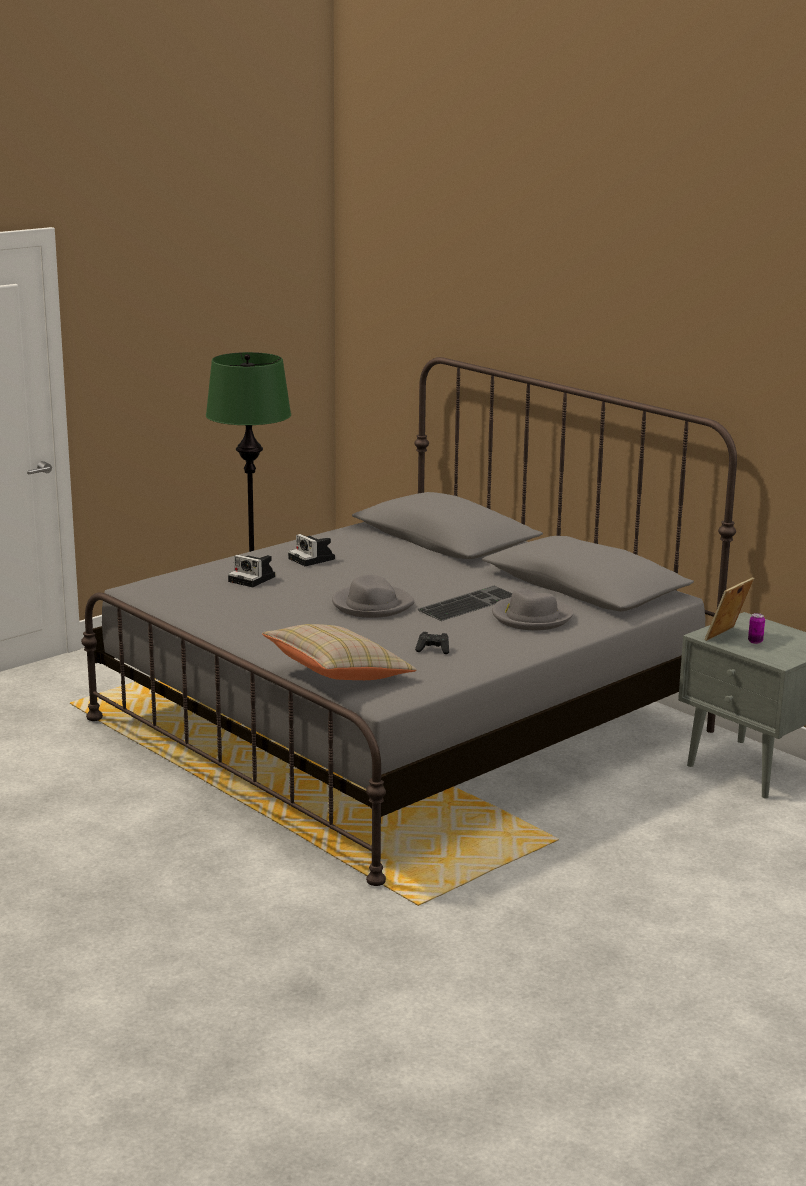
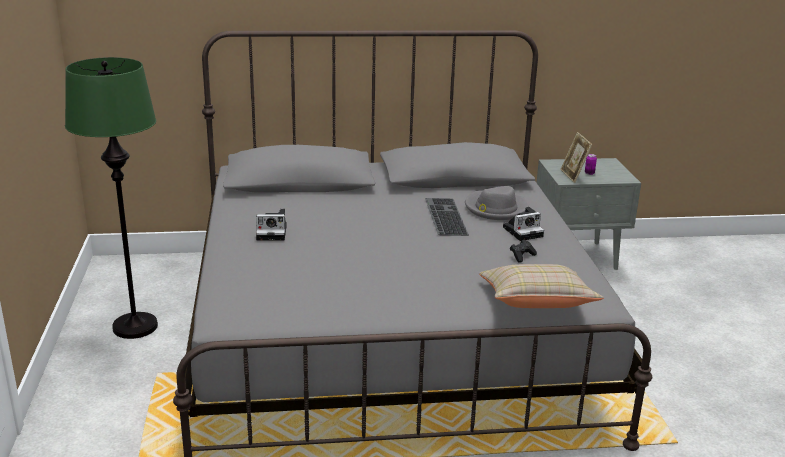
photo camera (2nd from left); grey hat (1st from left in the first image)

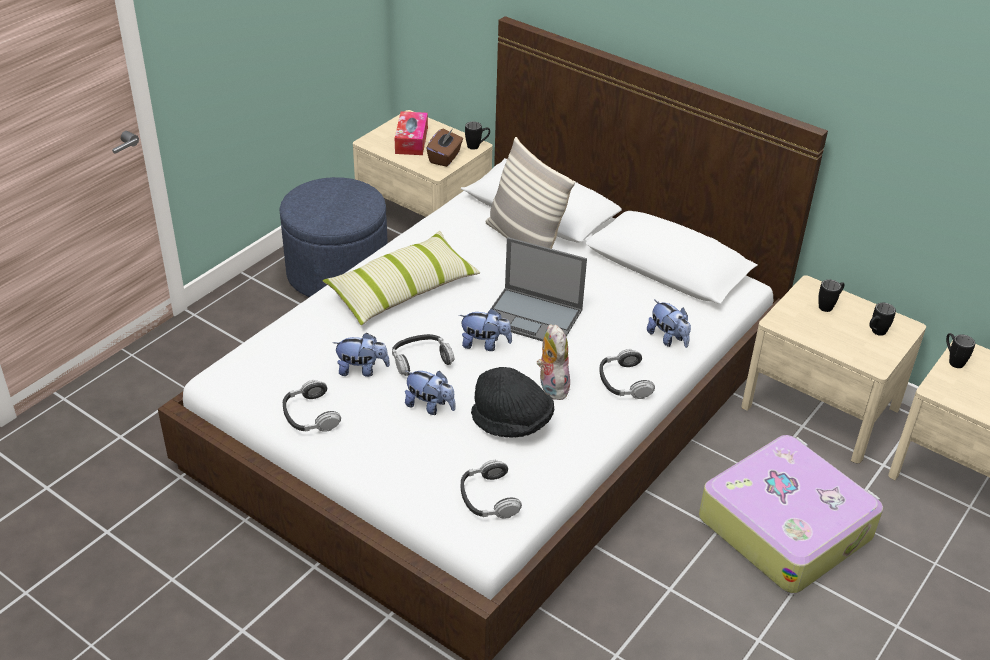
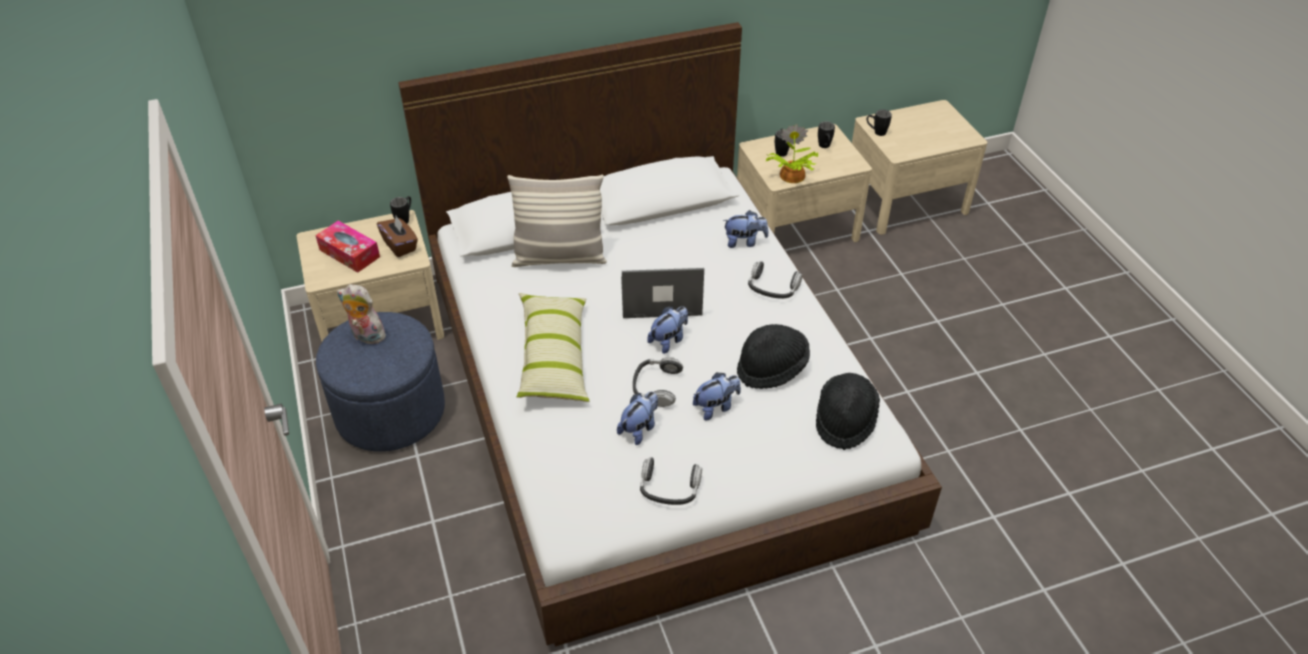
plush toy (1st from left); laptop; potted plant; black hat (2nd from left); suitcase

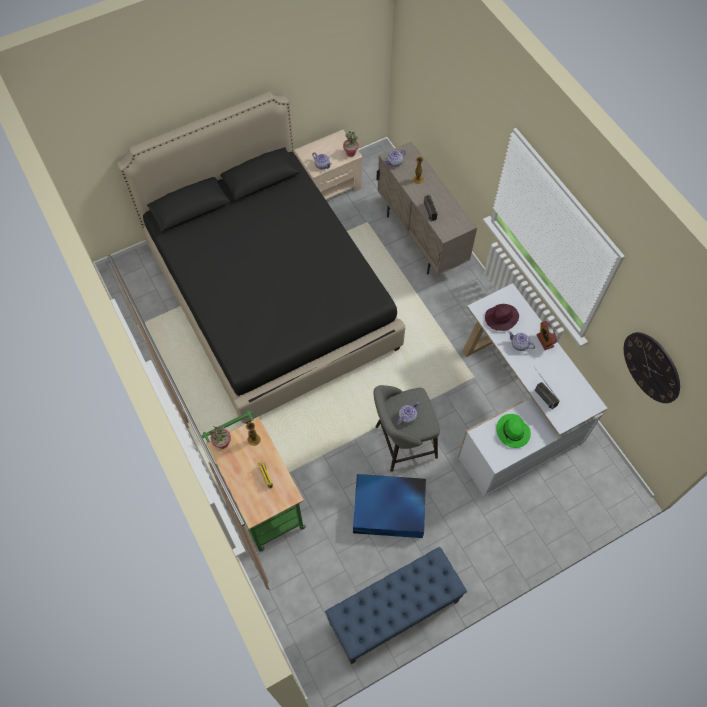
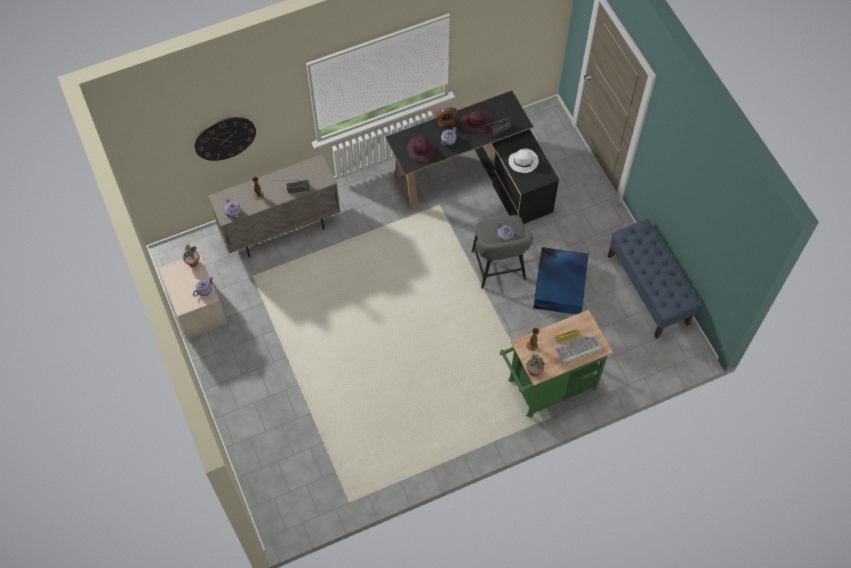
wall clock; black desk; purple hat (2nd from left); white hat; keyboard; black bed

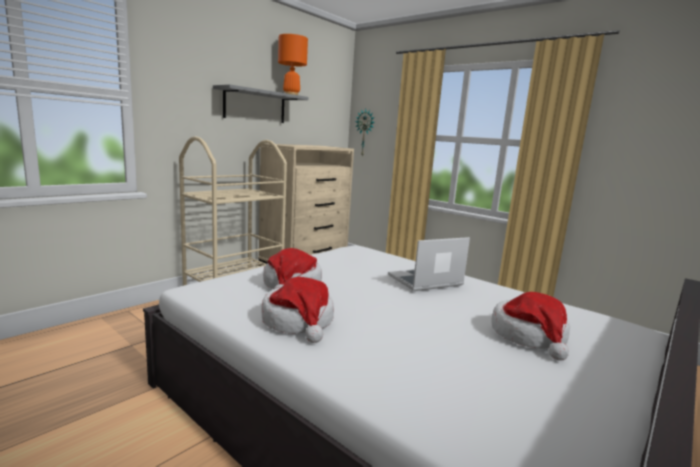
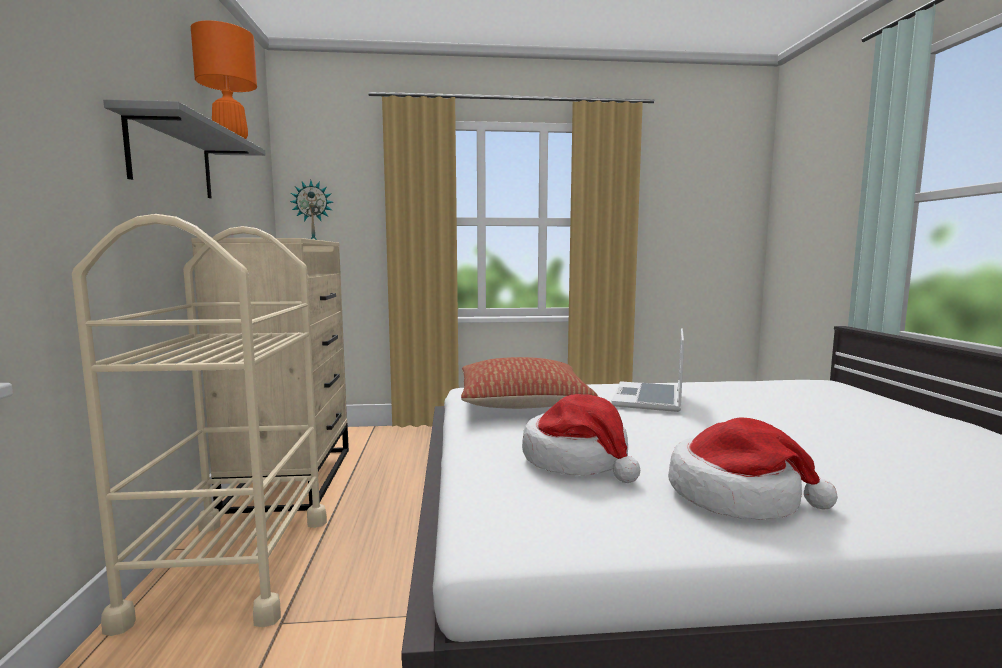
pillow; hat (3rd from left in the first image)

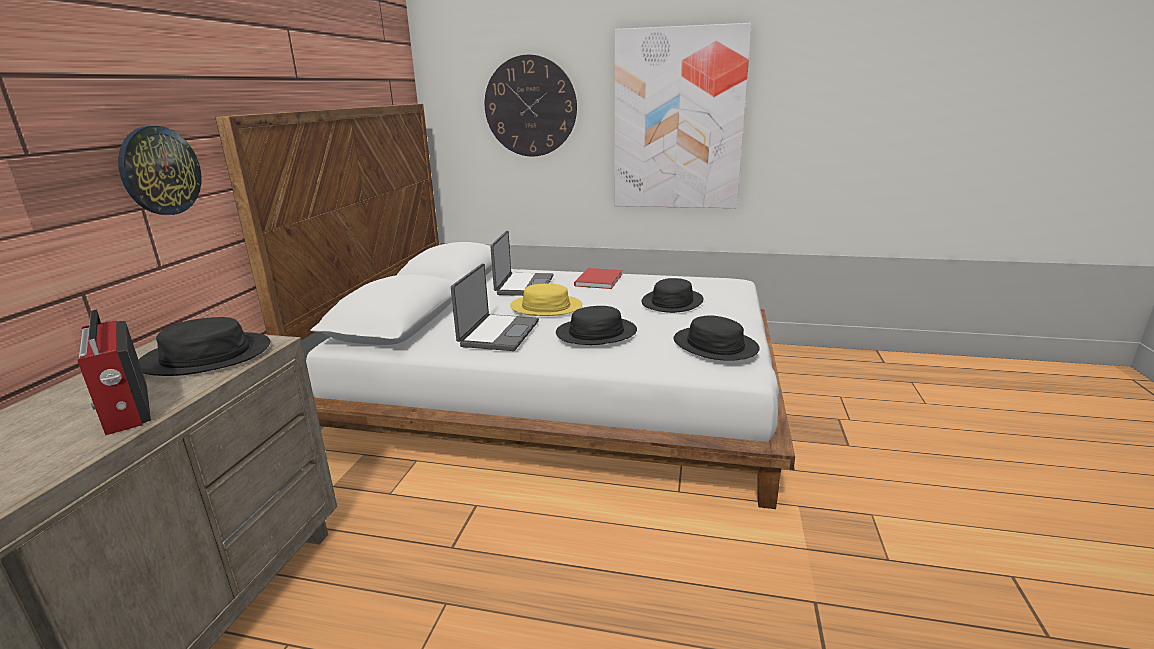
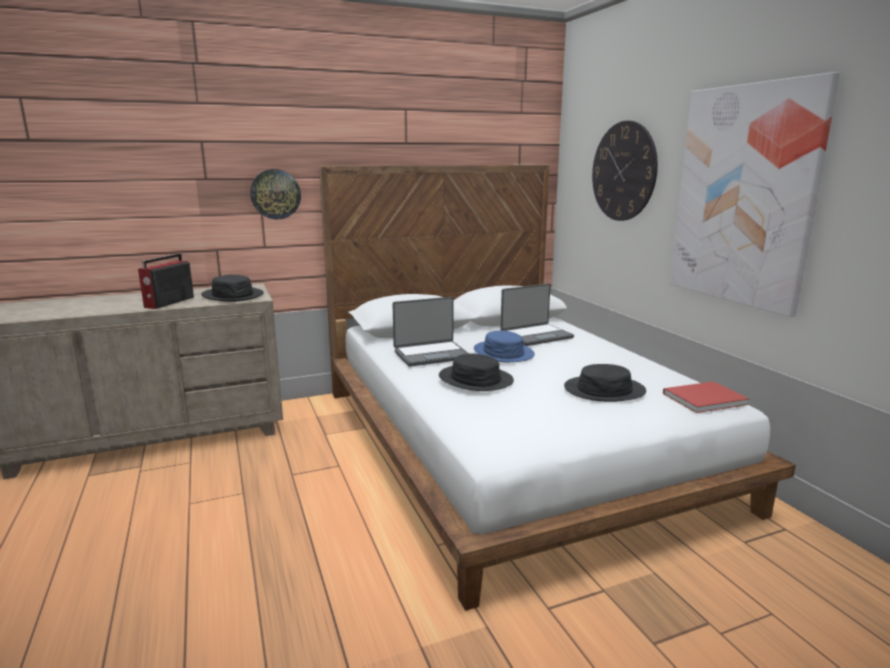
blue hat; red book; black hat (4th from left in the first image)

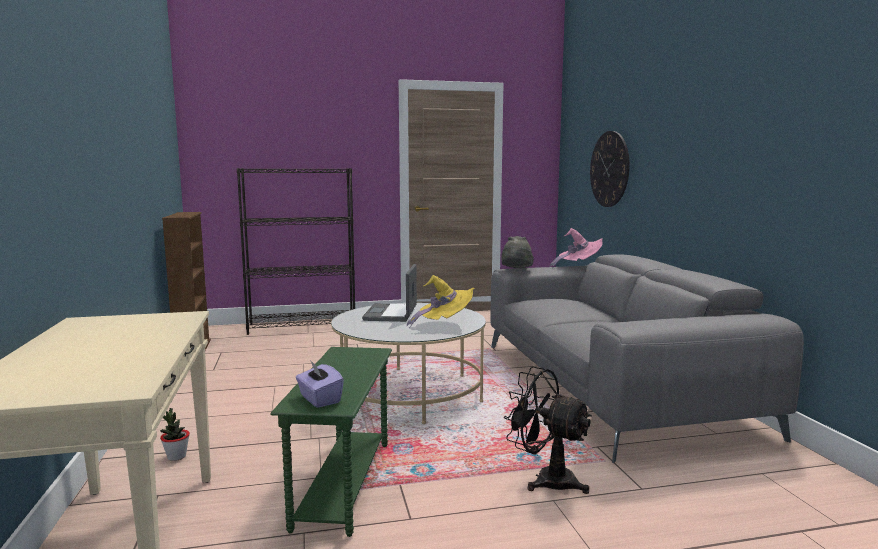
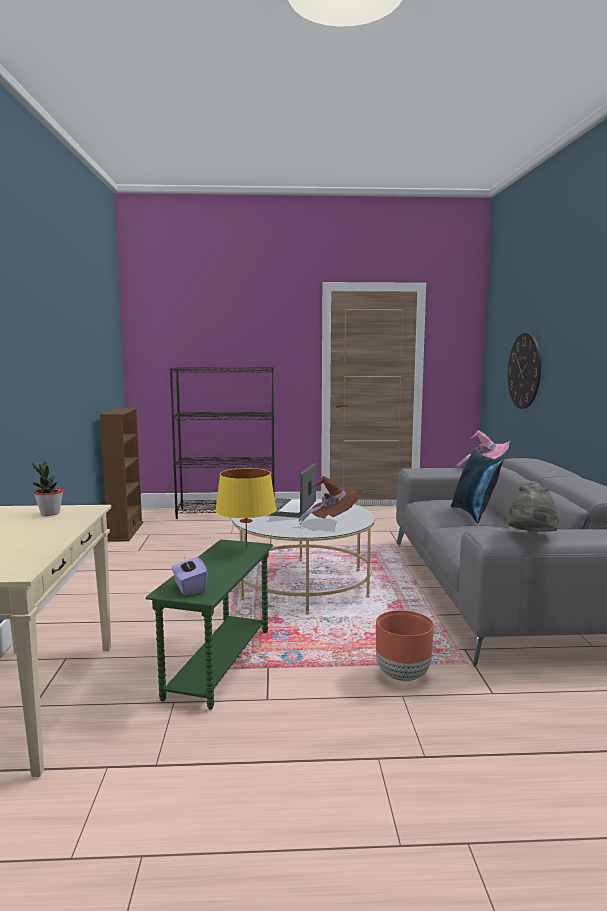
potted plant; yellow table lamp; brown hat; brown planter; blue pillow; grey hat

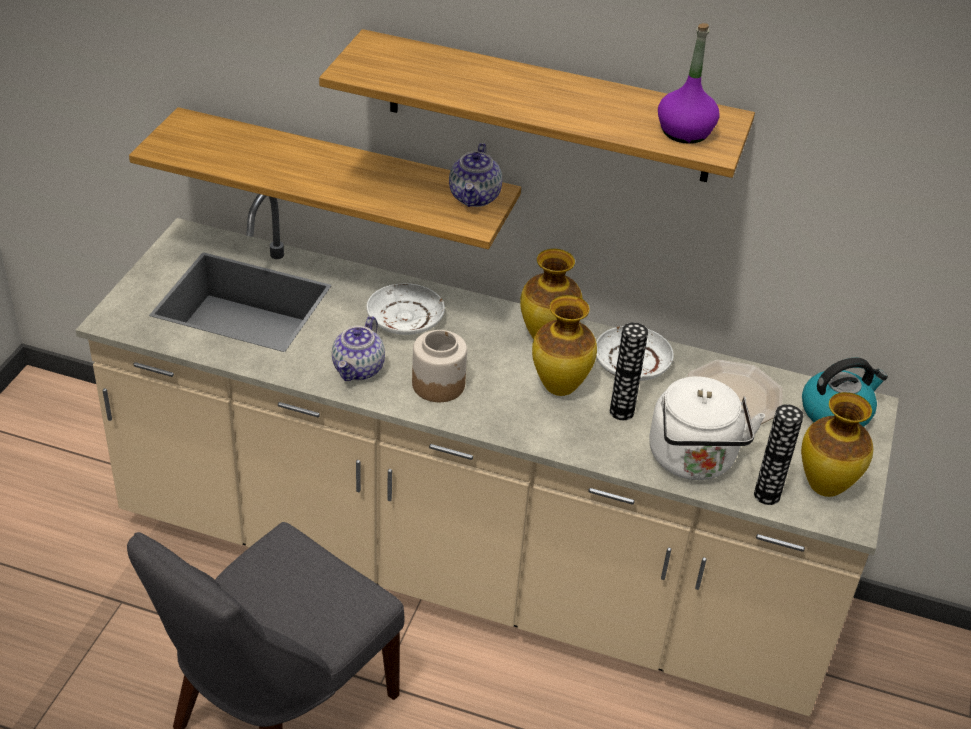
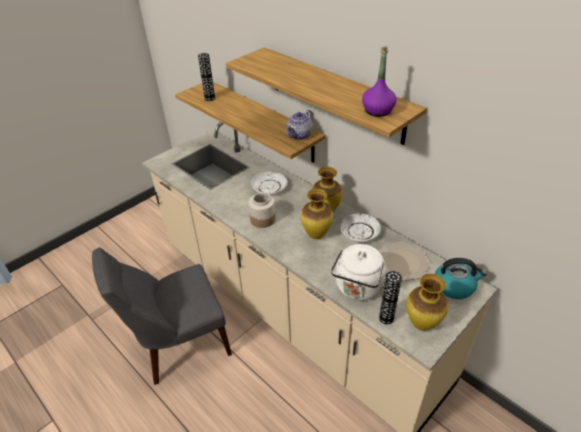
vase (1st from left); teapot (1st from left in the first image)

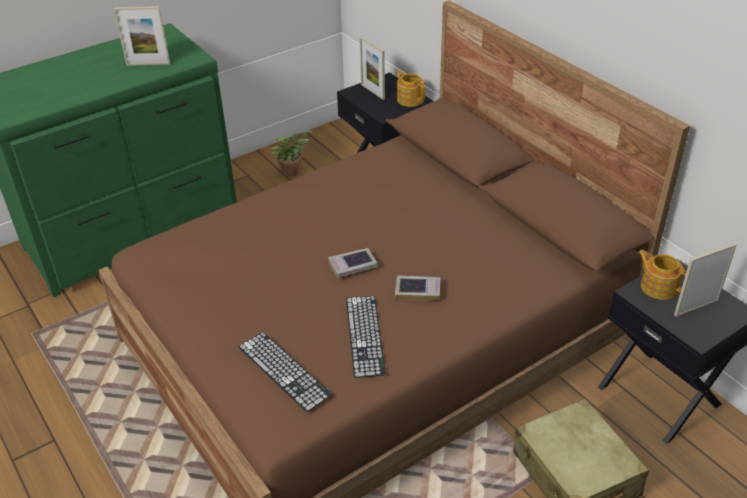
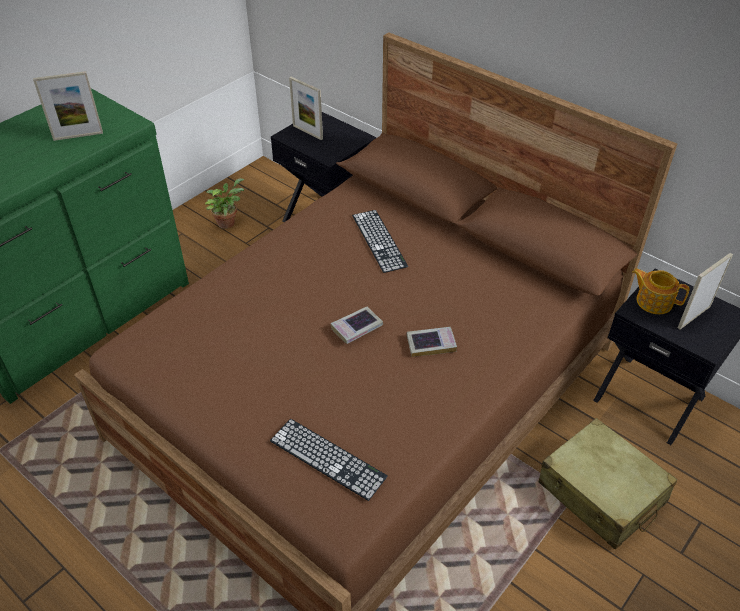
keyboard (2nd from left); teapot (1st from left in the first image)

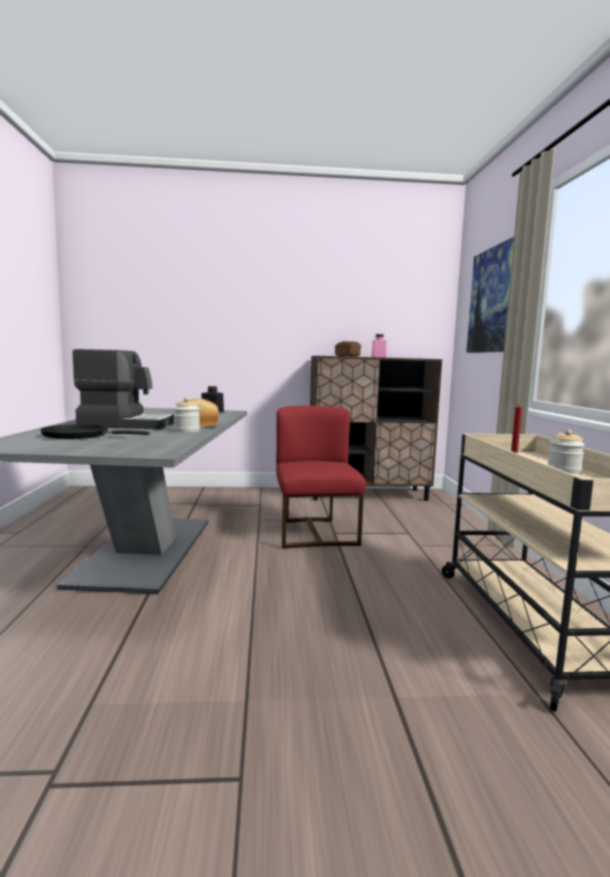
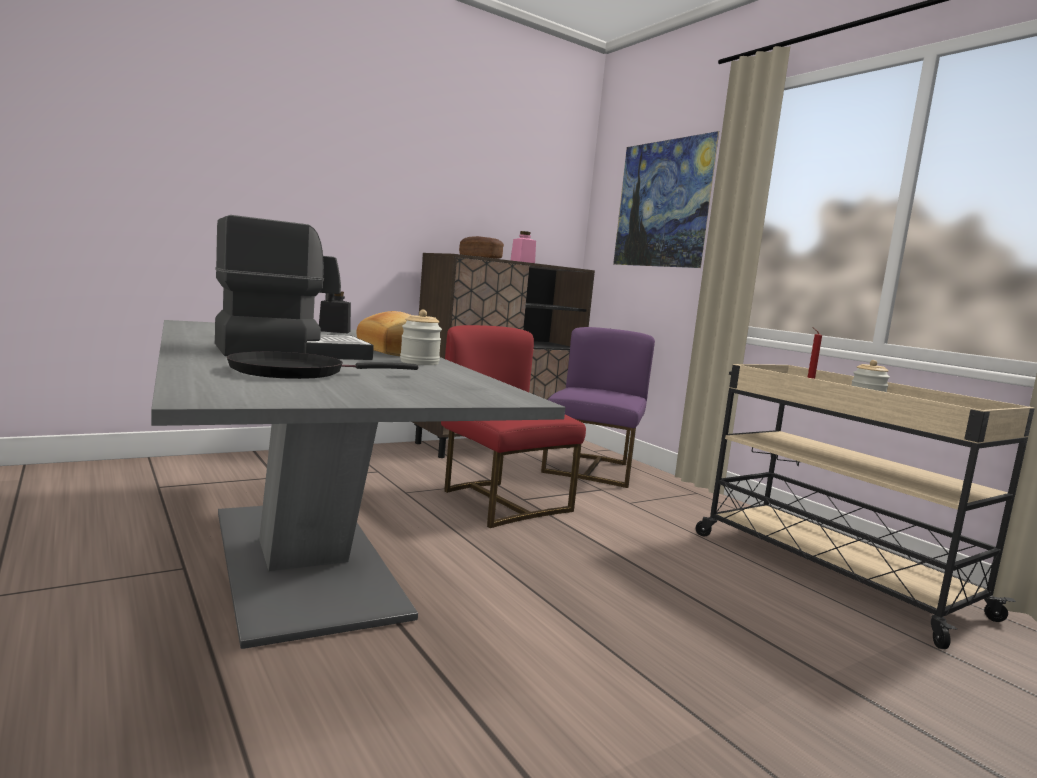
purple chair

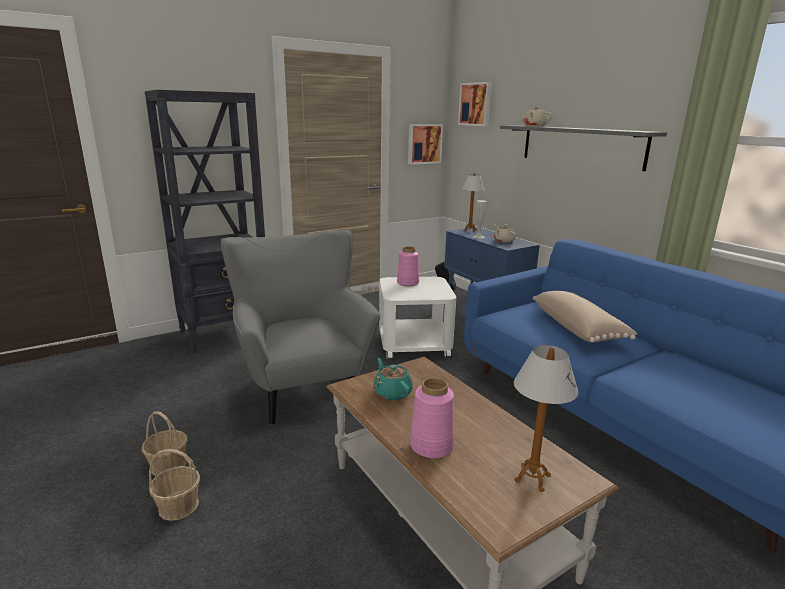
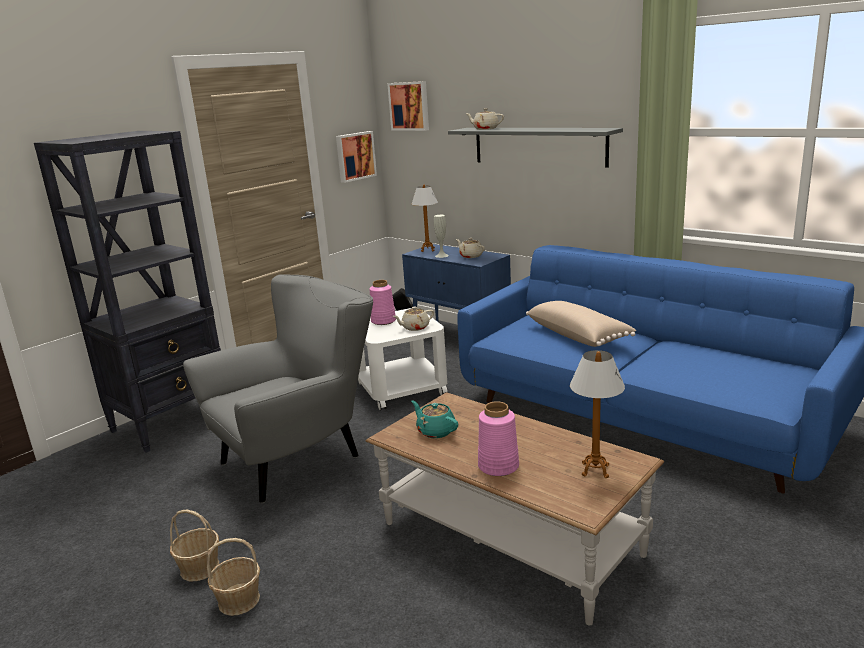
grey armchair; beige teapot (1st from left)

